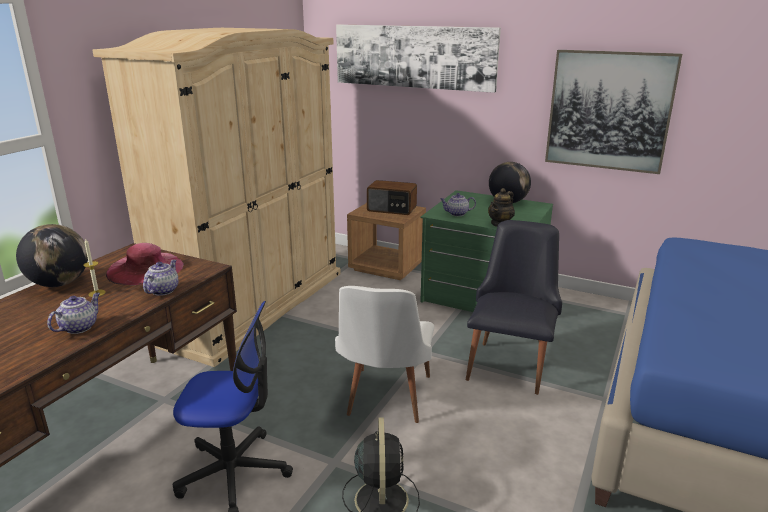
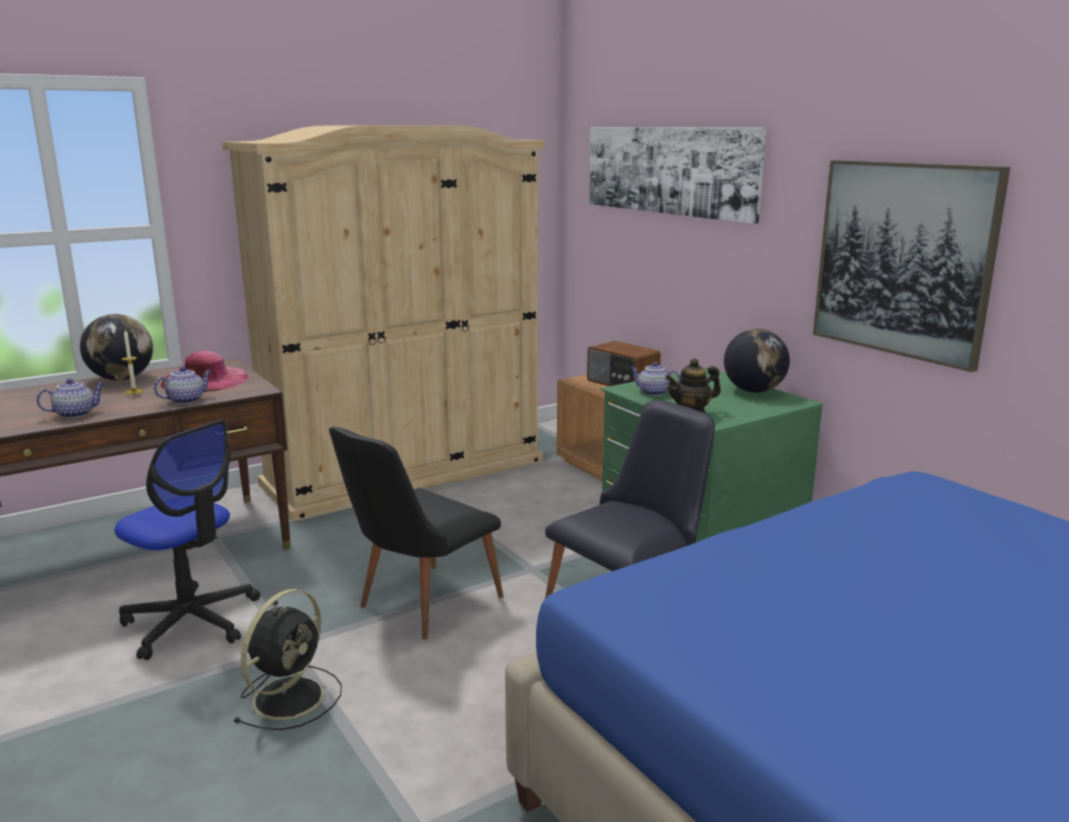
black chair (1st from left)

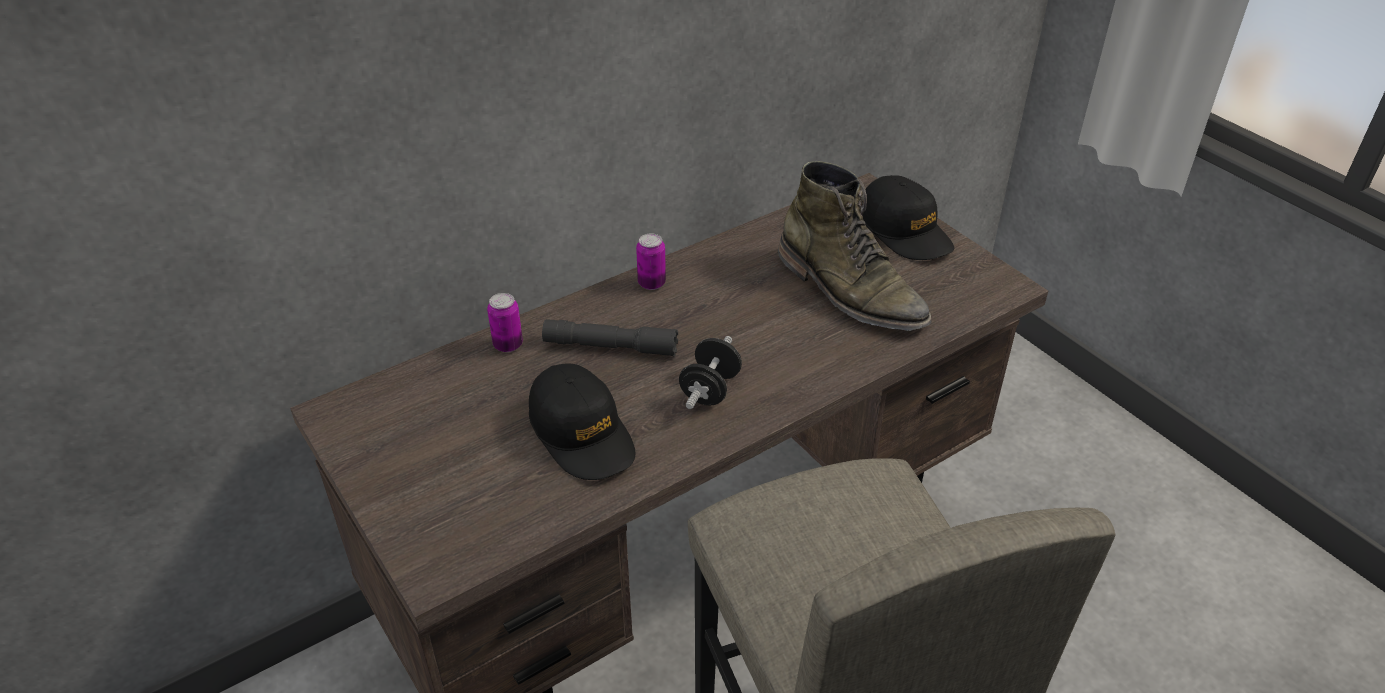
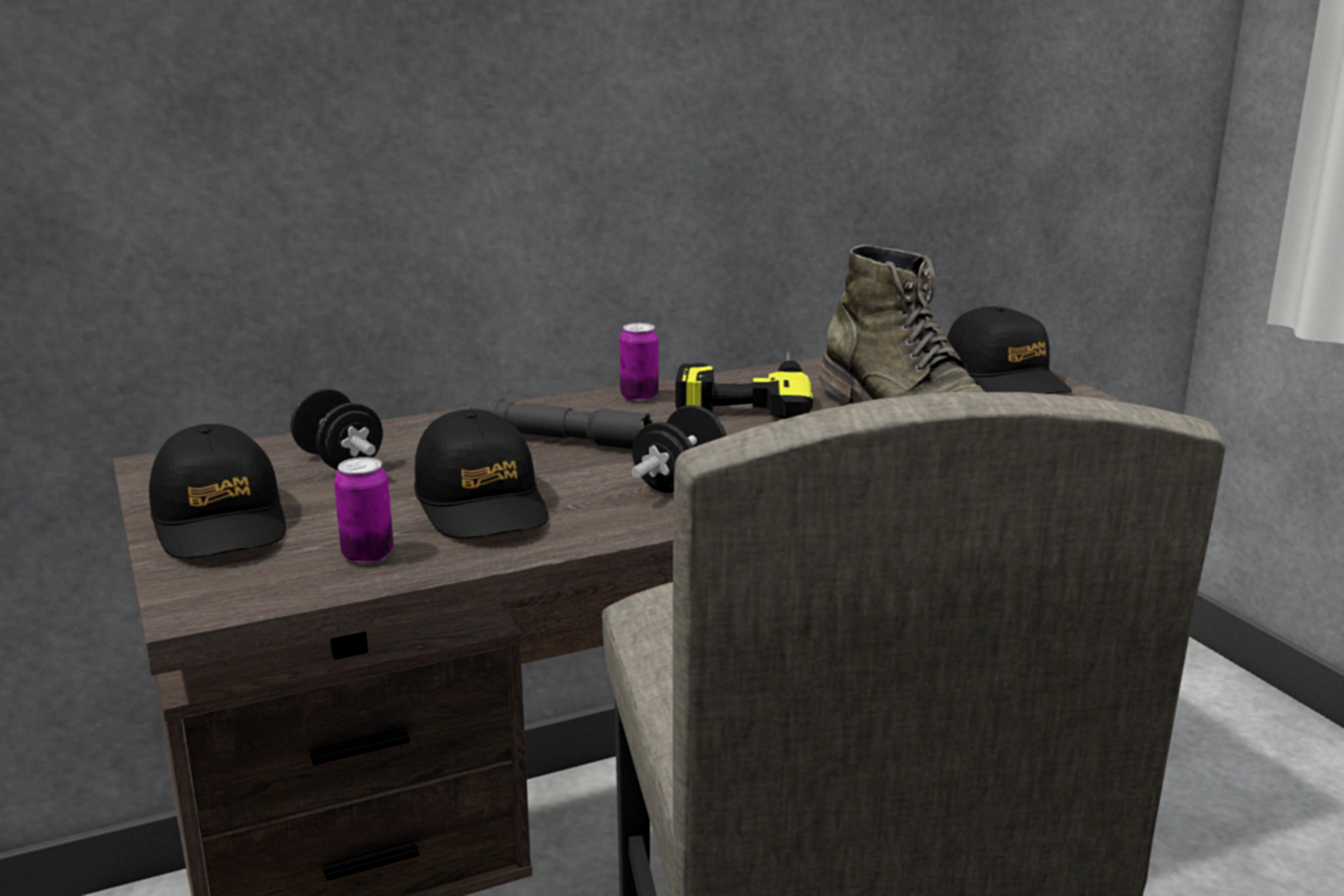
black cap (1st from left); black dumbbell (1st from left); can (1st from left); power drill

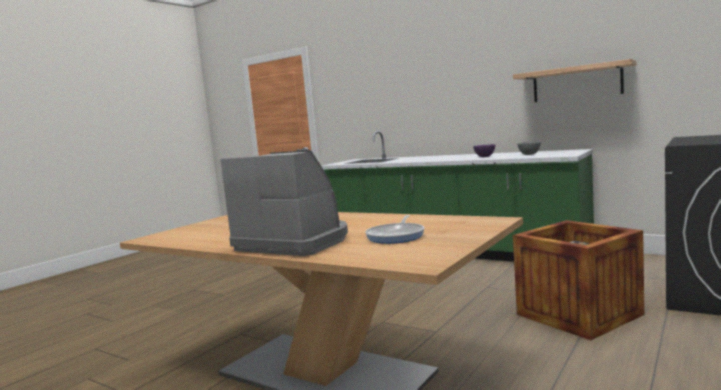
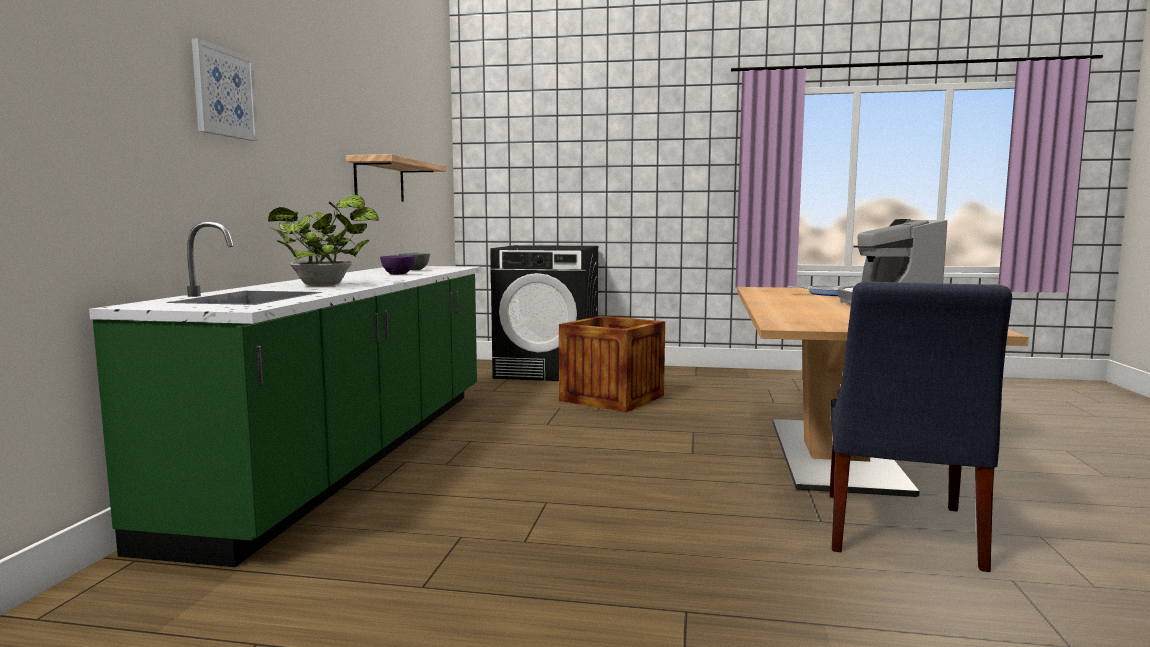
picture; potted plant; blue chair

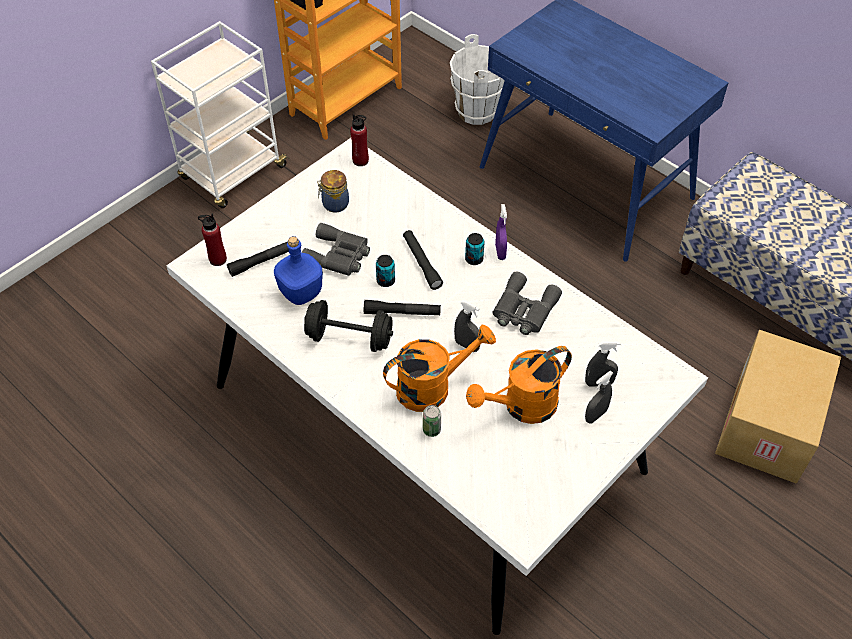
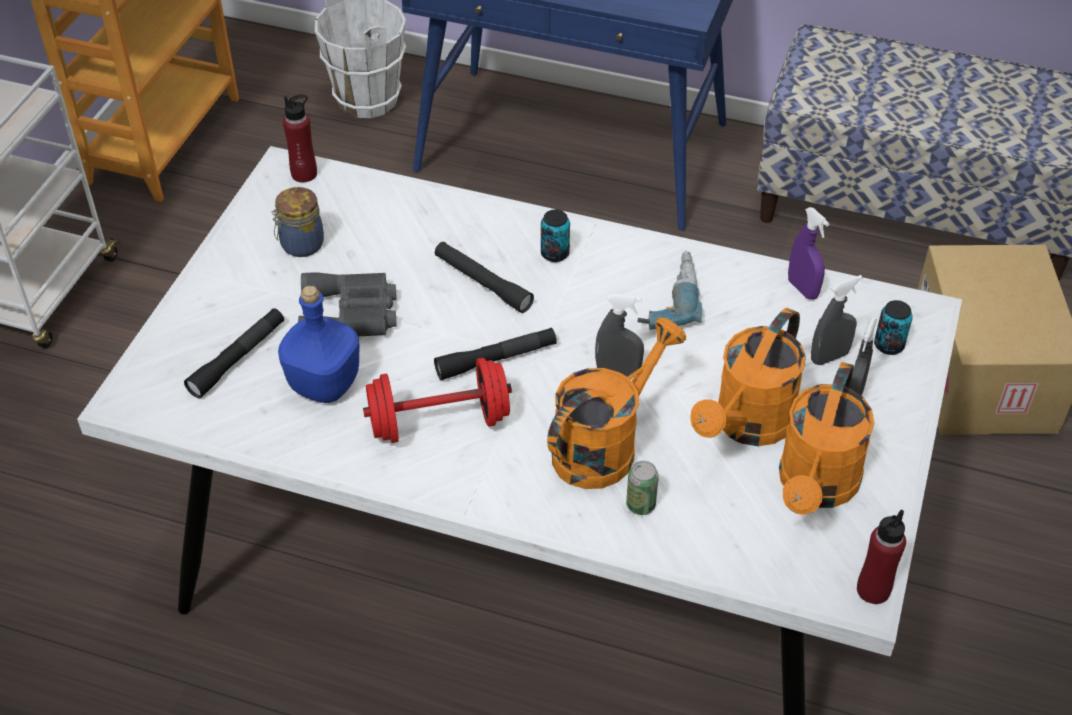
red dumbbell; power drill; orange watering can (3rd from left); purple spray bottle; red bottle (2nd from left); can (3rd from left)

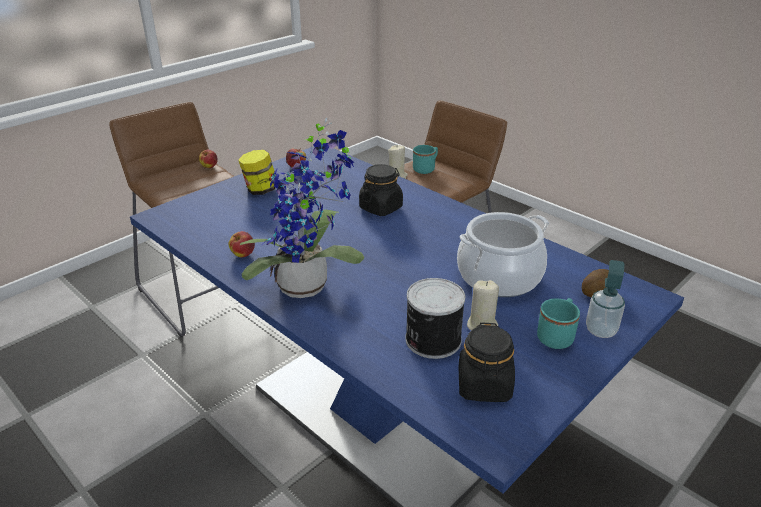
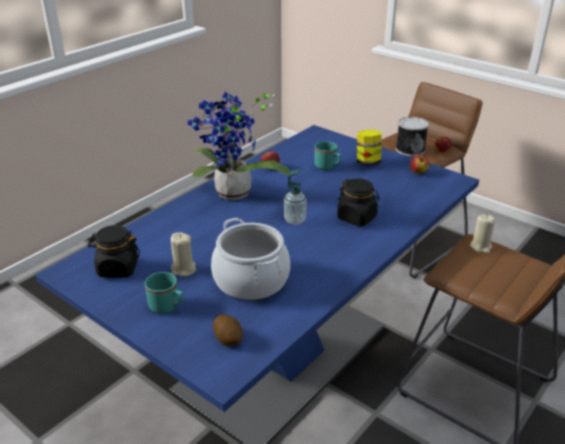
soap dispenser; turquoise mug (2nd from left); can

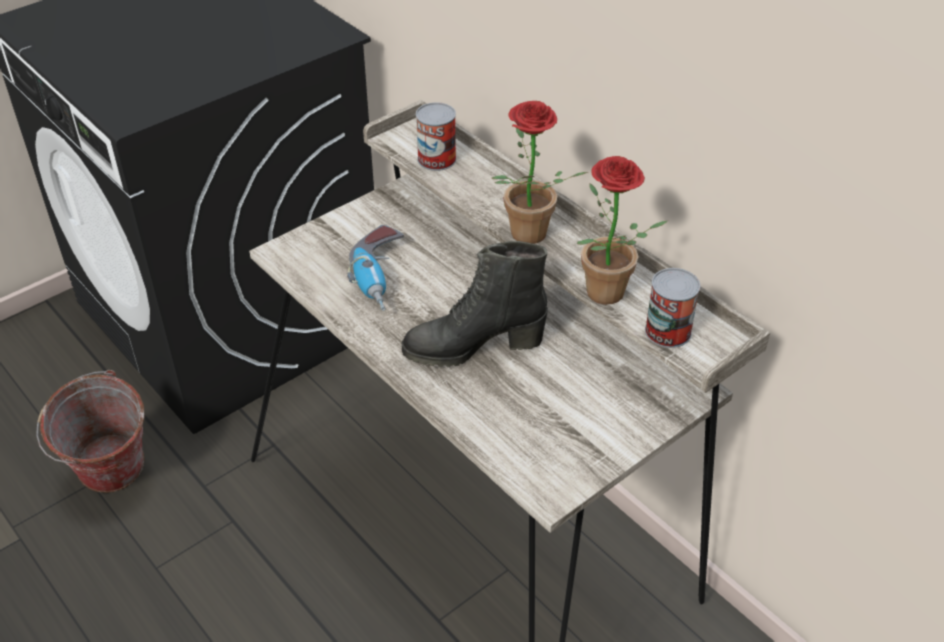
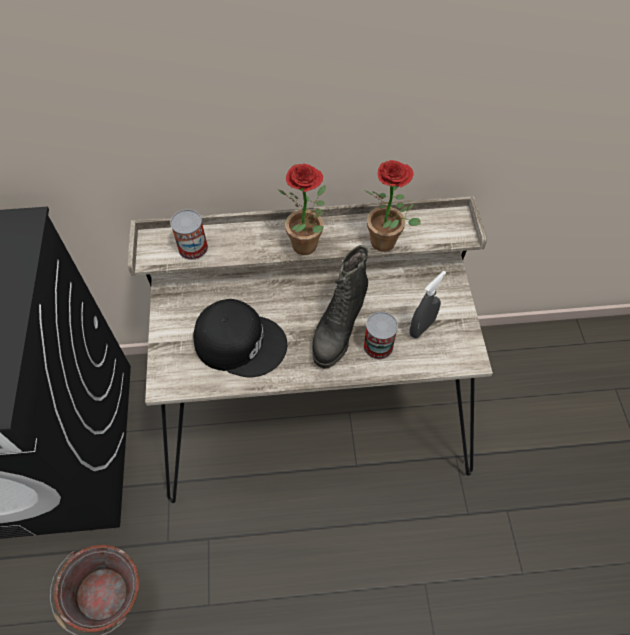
black cap; can (2nd from left); grey spray bottle

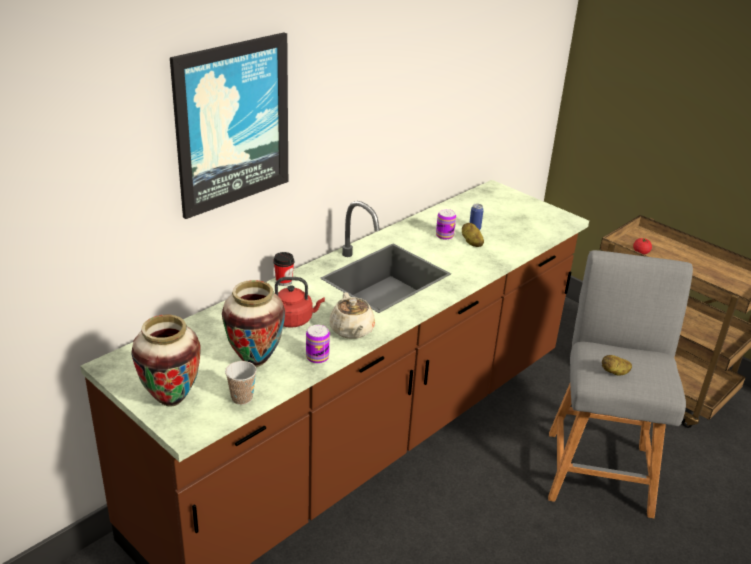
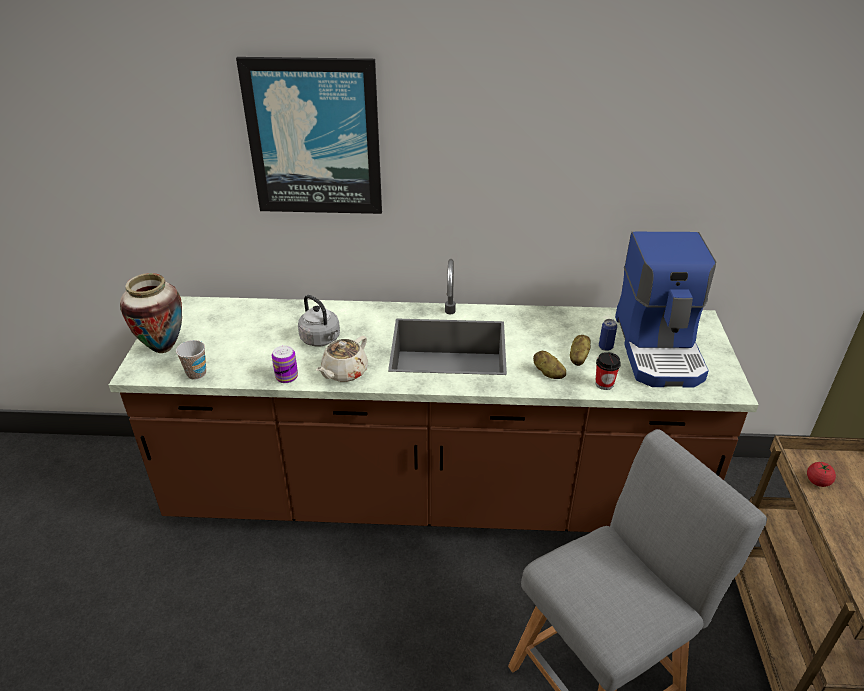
grey kettle; potato (1st from left); cup (2nd from left); coffee machine; vase (2nd from left in the first image); can (2nd from left in the first image)

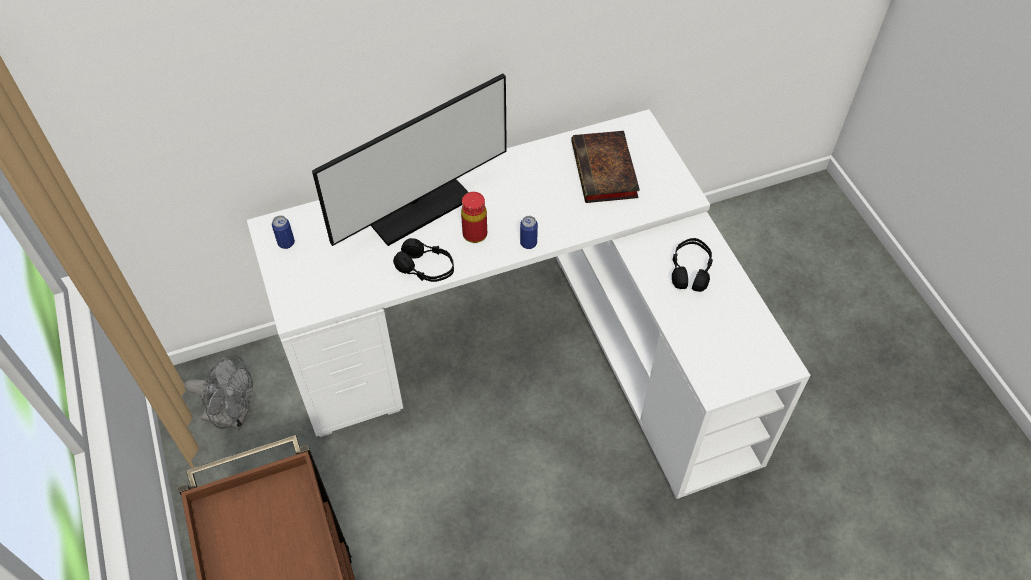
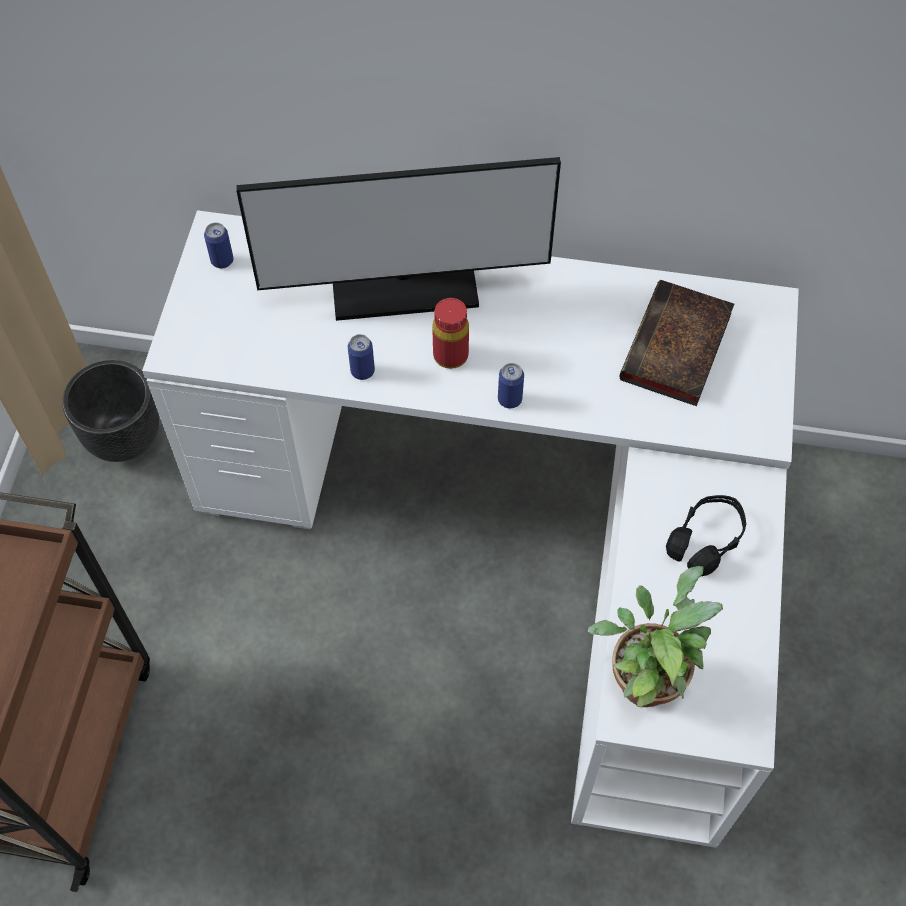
black planter; can (2nd from left); potted plant

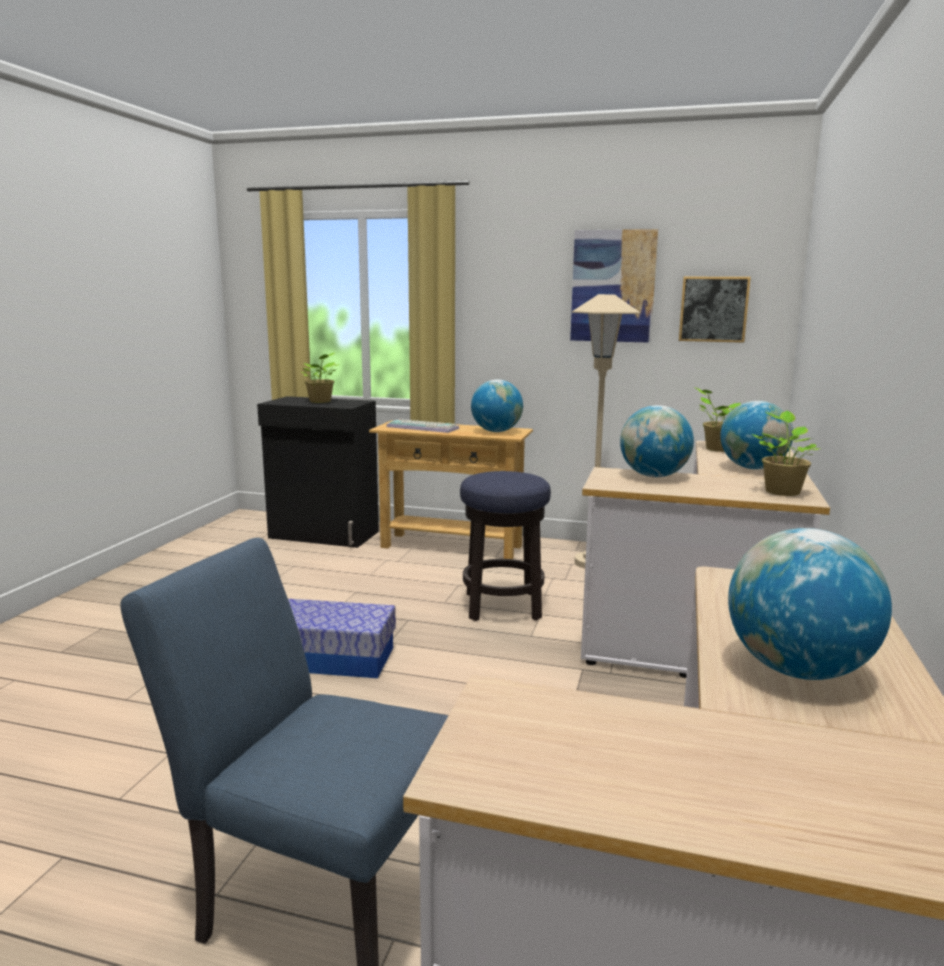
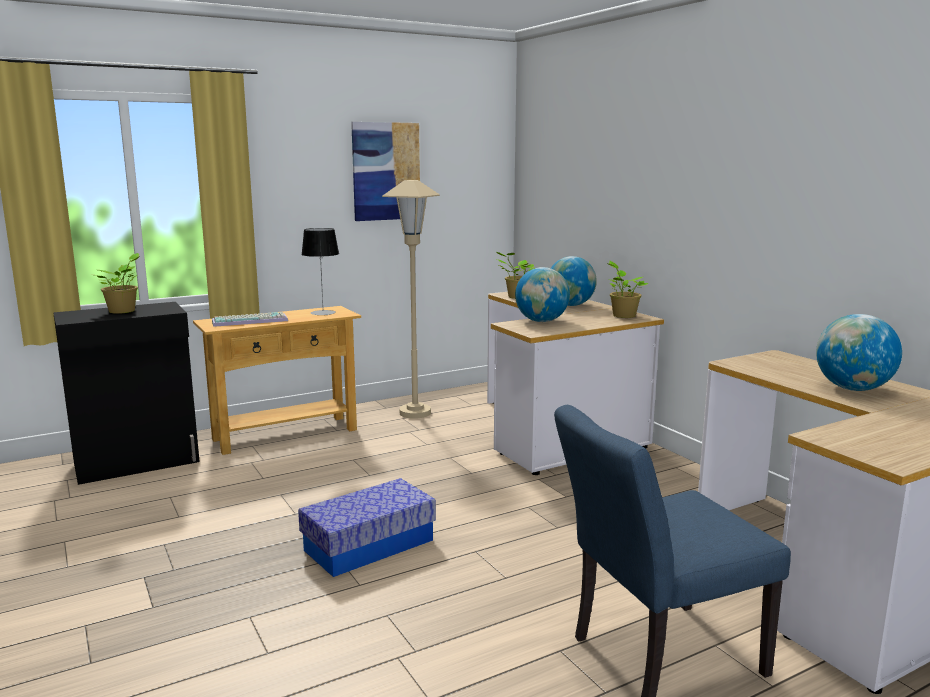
table lamp; stool; picture (2nd from left in the first image)

